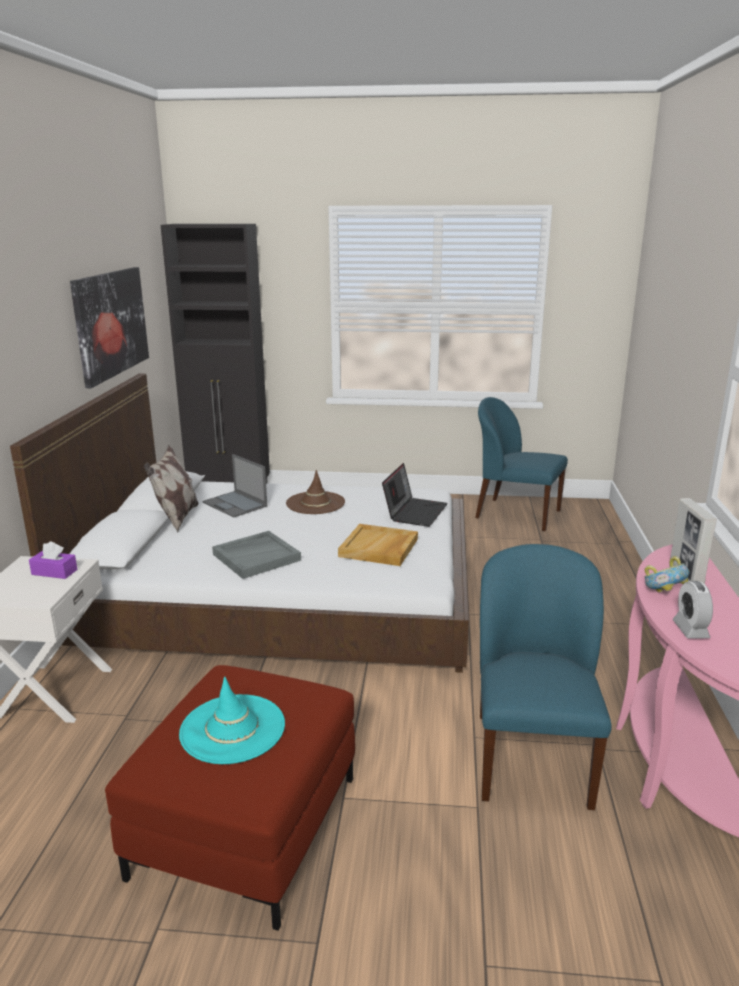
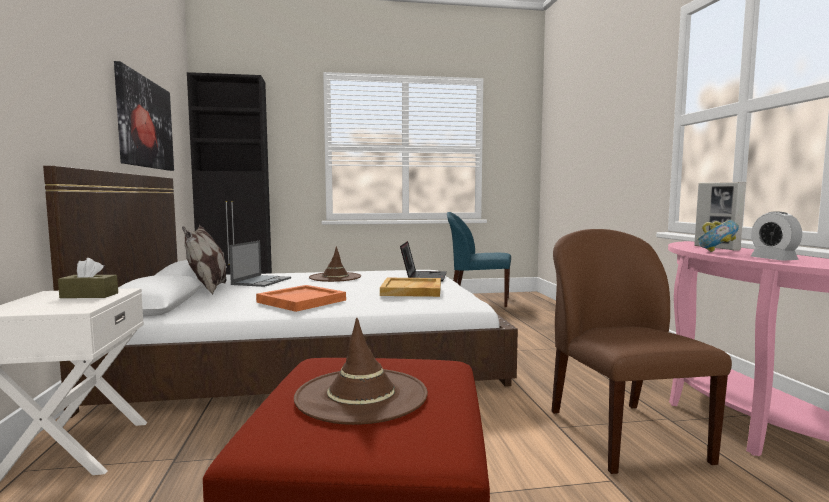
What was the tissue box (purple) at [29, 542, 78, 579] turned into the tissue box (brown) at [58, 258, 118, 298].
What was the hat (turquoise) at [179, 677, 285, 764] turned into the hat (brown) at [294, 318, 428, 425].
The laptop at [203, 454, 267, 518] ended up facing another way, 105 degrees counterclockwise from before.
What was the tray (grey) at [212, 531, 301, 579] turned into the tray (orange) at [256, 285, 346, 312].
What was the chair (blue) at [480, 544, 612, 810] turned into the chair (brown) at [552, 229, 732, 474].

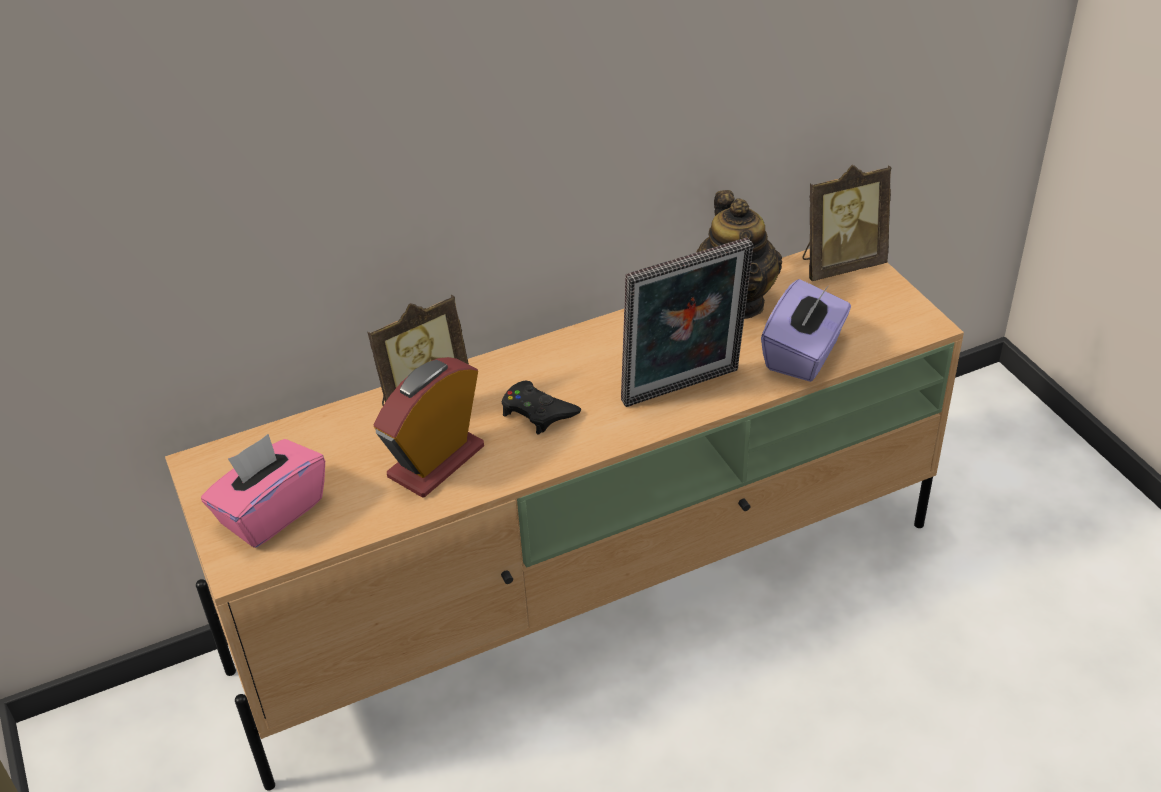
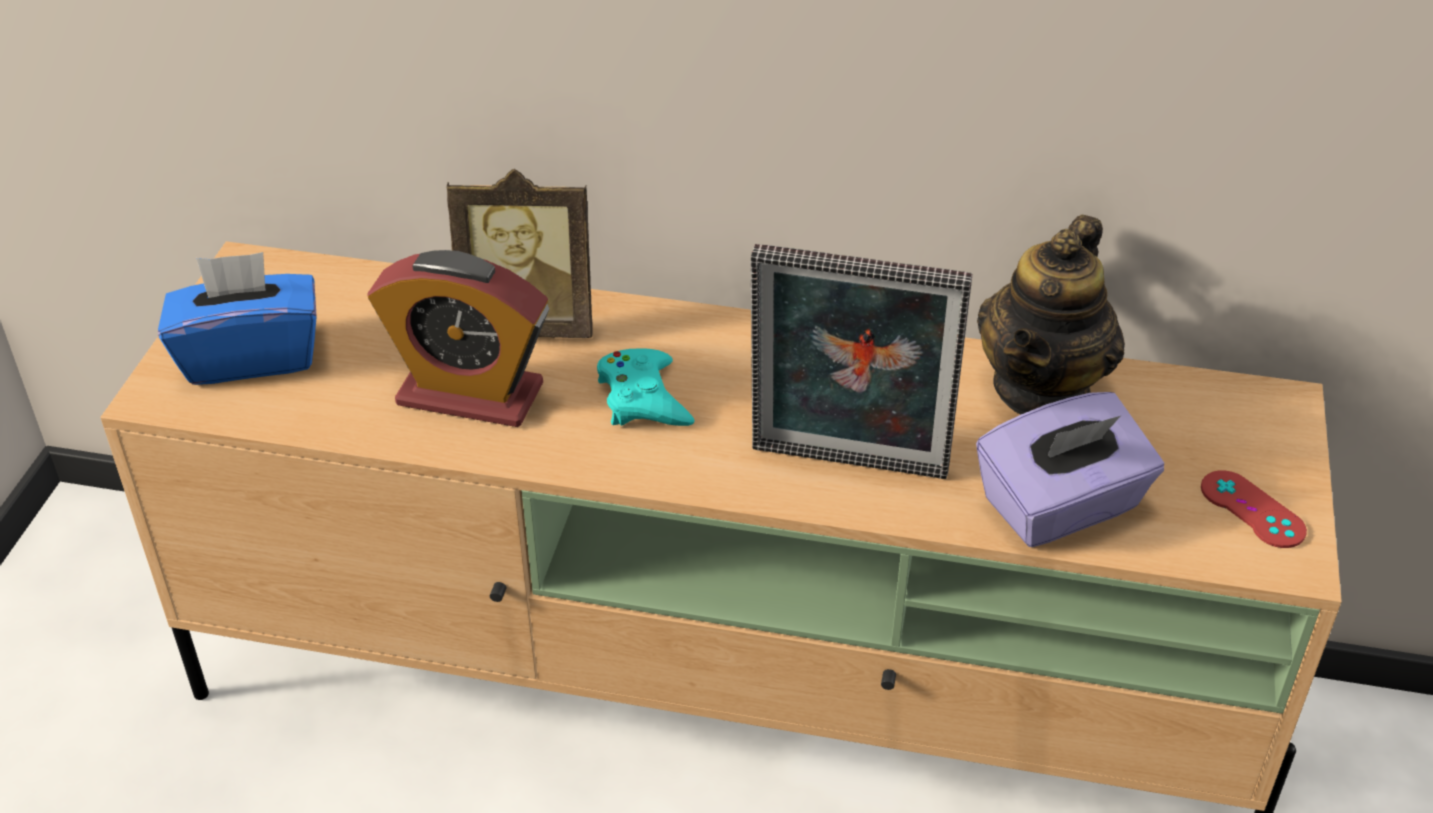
What was the tissue box (pink) at [201, 434, 325, 548] turned into the tissue box (blue) at [158, 252, 317, 385].
The alarm clock at [374, 357, 484, 497] ended up facing another way, 150 degrees counterclockwise from before.
What was the game controller (black) at [502, 381, 581, 435] turned into the game controller (turquoise) at [597, 348, 695, 426].
The second view lost the picture frame at [802, 165, 891, 281].
The second view gained the game controller (red) at [1201, 470, 1307, 548].

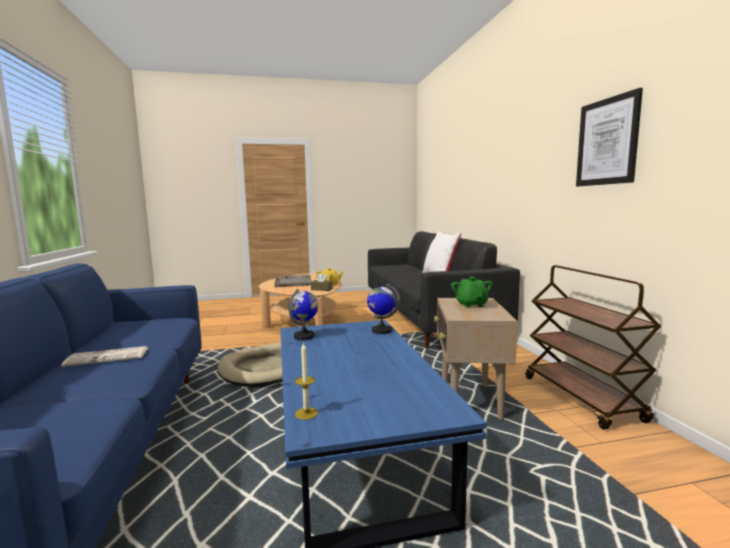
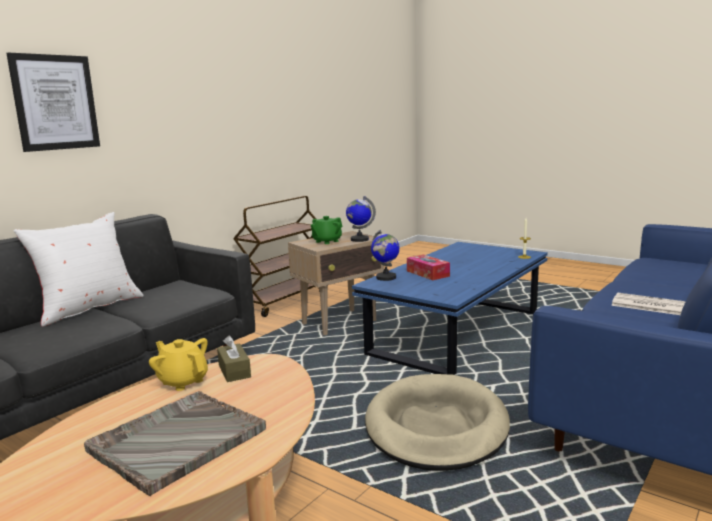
The globe ended up elsewhere, having gone from [288, 289, 318, 340] to [346, 196, 376, 242].
The picture ended up elsewhere, having gone from [576, 88, 643, 186] to [6, 53, 100, 152].
The second view gained the tissue box at [407, 255, 450, 280].

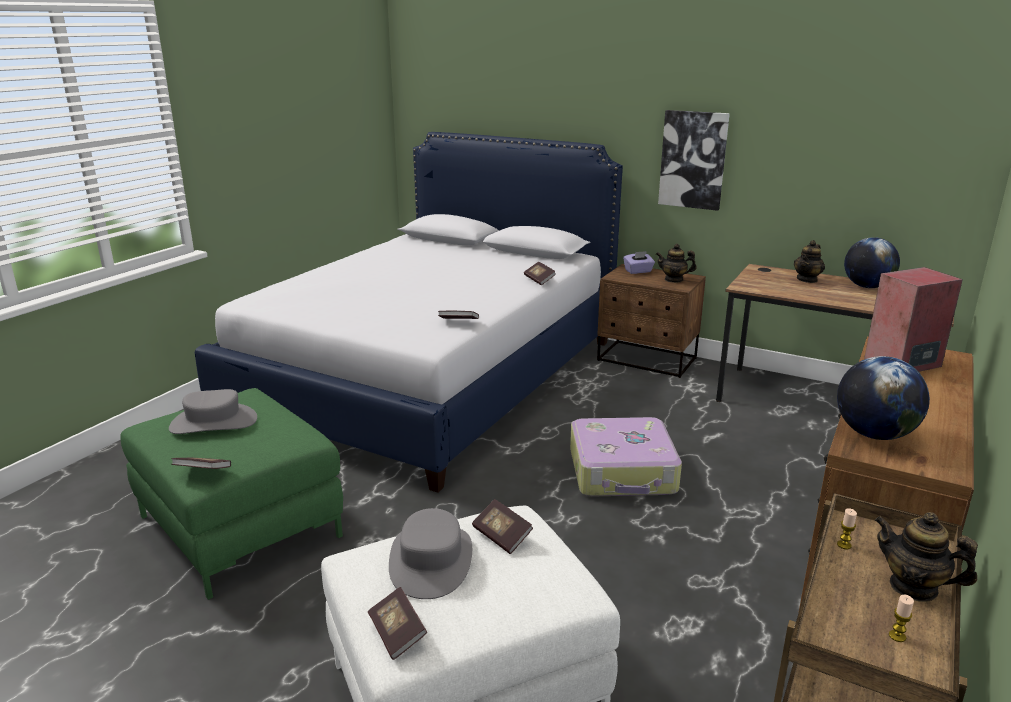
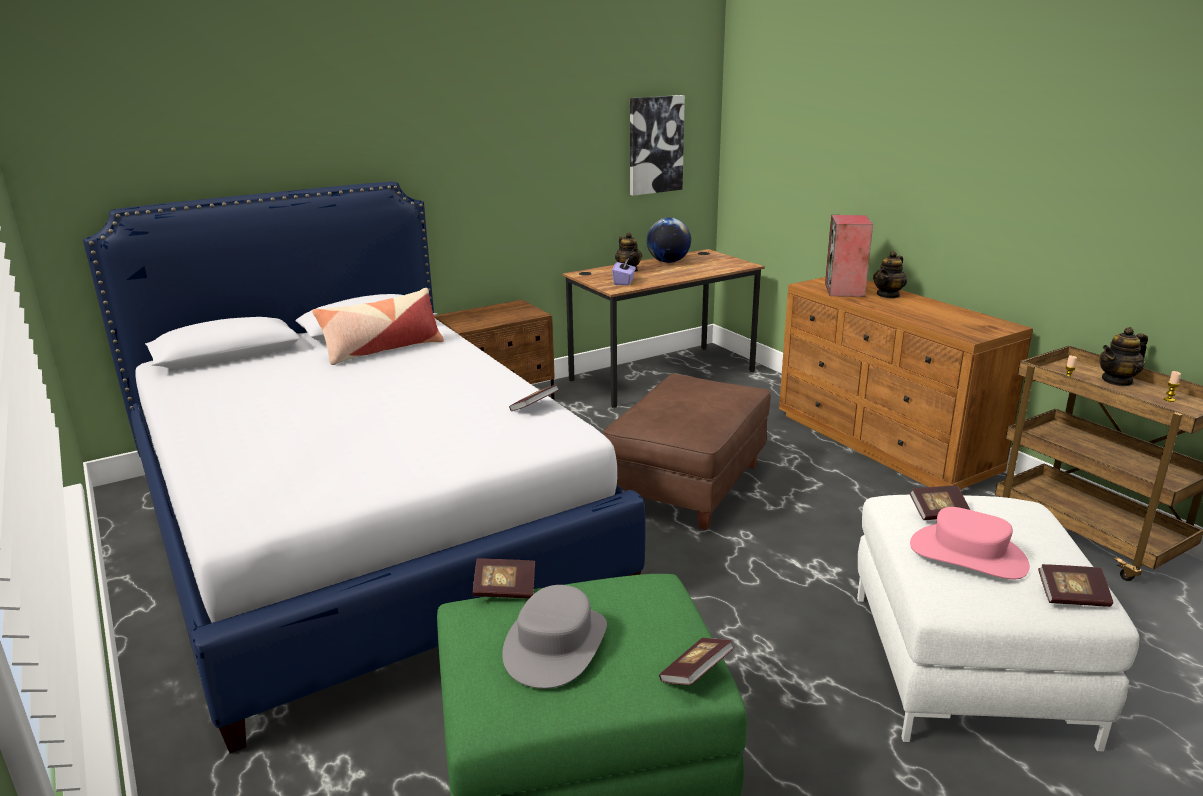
What was the hat (grey) at [389, 508, 472, 599] turned into the hat (pink) at [910, 507, 1030, 580].
The book ended up elsewhere, having gone from [524, 262, 556, 285] to [472, 558, 535, 599].
Where the suitcase stood at [570, 417, 682, 496], the ottoman (brown) came to stand at [604, 374, 771, 530].
The tissue box (purple) ended up elsewhere, having gone from [623, 251, 655, 274] to [612, 258, 636, 285].
The teapot ended up elsewhere, having gone from [656, 244, 697, 283] to [873, 251, 907, 299].
The picture ended up elsewhere, having gone from [658, 110, 730, 211] to [630, 95, 685, 196].
The second view lost the globe at [837, 356, 930, 440].
The second view gained the pillow at [312, 288, 444, 365].

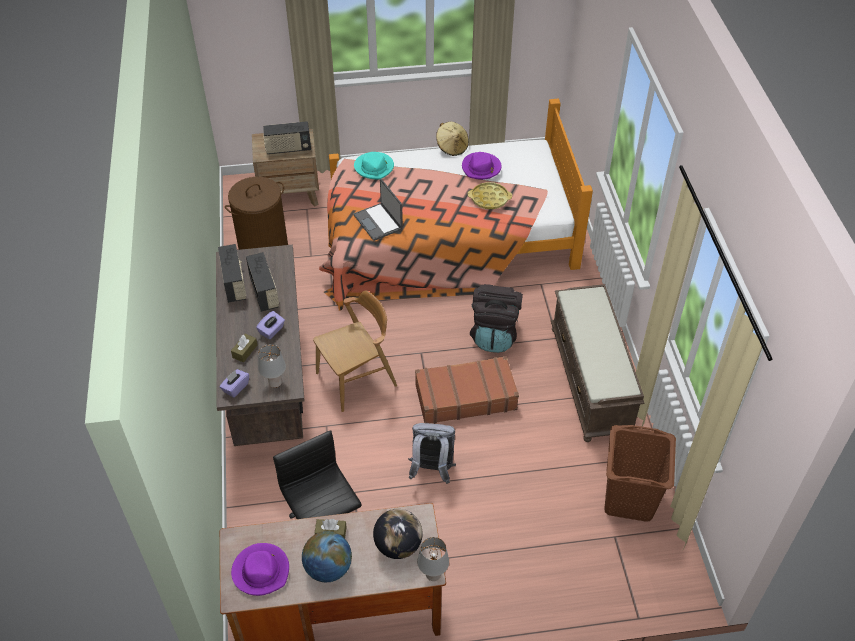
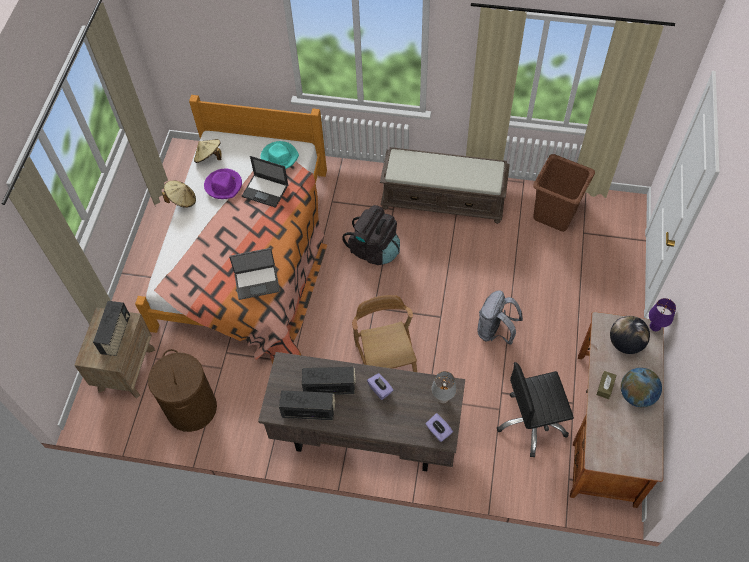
The second view lost the tissue box (brown) at [231, 334, 257, 362].
The second view lost the hat (purple) at [231, 543, 289, 596].
The hat (turquoise) ended up elsewhere, having gone from [354, 152, 394, 180] to [261, 141, 299, 169].
The second view lost the suitcase (brown) at [415, 356, 519, 424].
What was the table lamp (grey) at [417, 537, 449, 581] turned into the table lamp (purple) at [649, 298, 676, 331].
Where the tray (yellow) stood at [468, 182, 512, 209], the laptop came to stand at [242, 156, 288, 208].
The second view gained the hat (beige) at [194, 139, 222, 163].

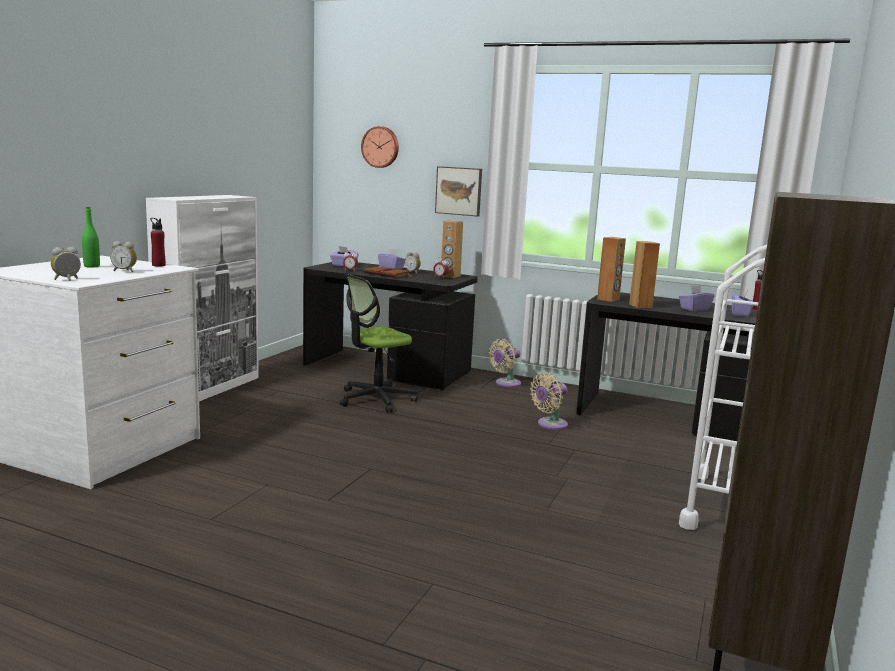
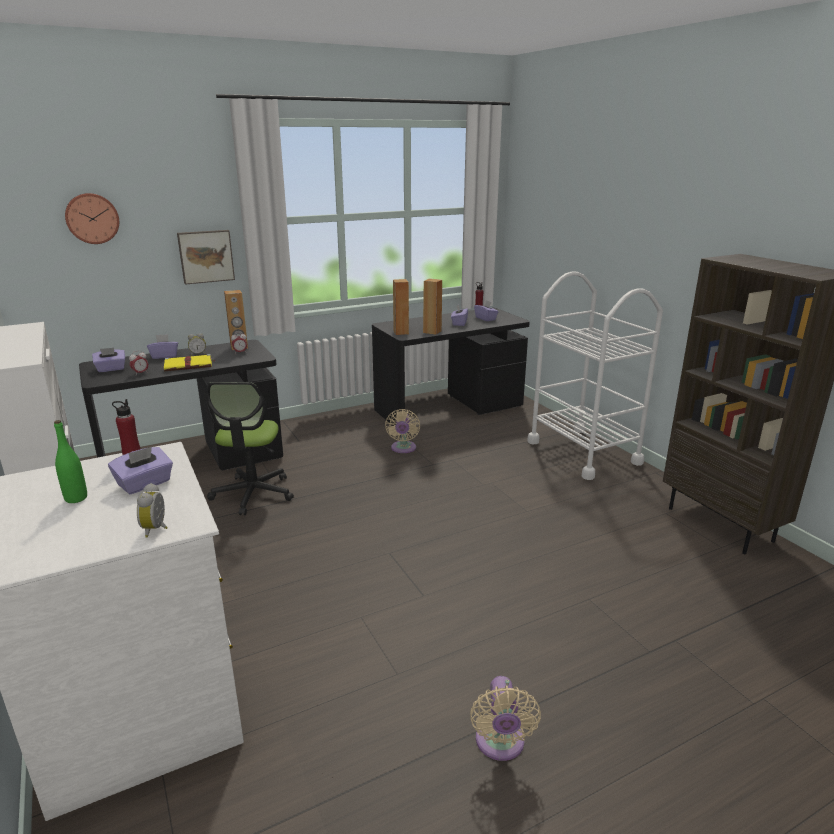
Where the alarm clock stood at [110, 241, 137, 272], the tissue box (purple) came to stand at [108, 447, 173, 495].
What was the book (brown) at [363, 266, 411, 278] turned into the book (yellow) at [164, 354, 215, 371].
The fan (beige) ended up elsewhere, having gone from [489, 339, 521, 387] to [470, 676, 541, 761].

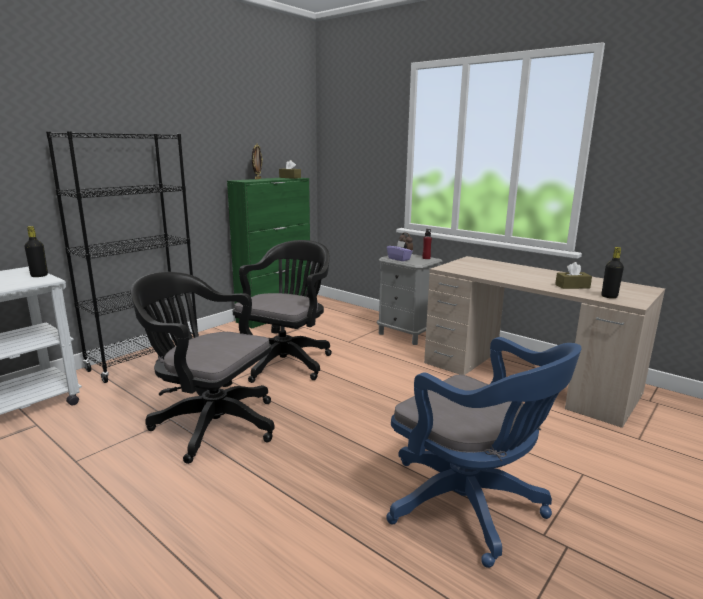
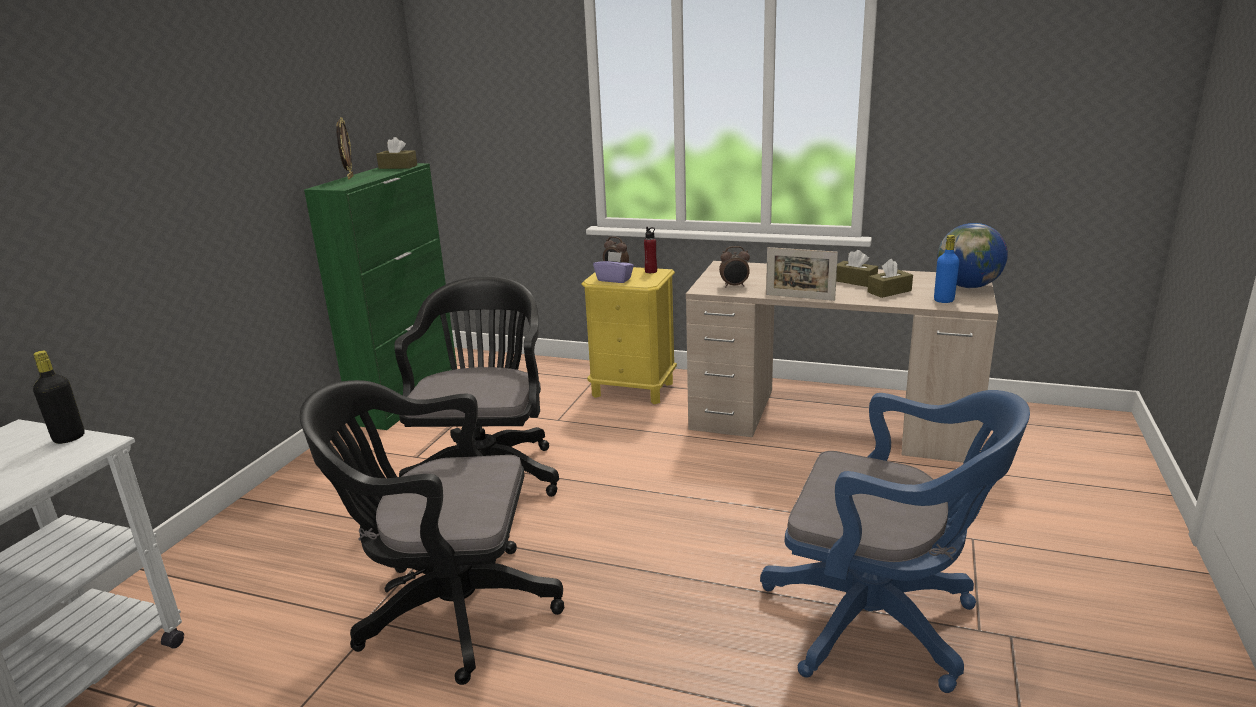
The second view lost the bookcase (black) at [46, 131, 198, 383].
What was the nightstand (grey) at [377, 254, 443, 345] turned into the nightstand (yellow) at [581, 267, 677, 404].
What was the bottle (black) at [602, 247, 624, 298] turned into the bottle (blue) at [934, 235, 960, 303].
The second view gained the alarm clock at [719, 246, 750, 287].
The second view gained the picture frame at [766, 247, 838, 301].
The second view gained the tissue box (brown) at [836, 250, 878, 287].
The second view gained the globe at [937, 223, 1008, 288].

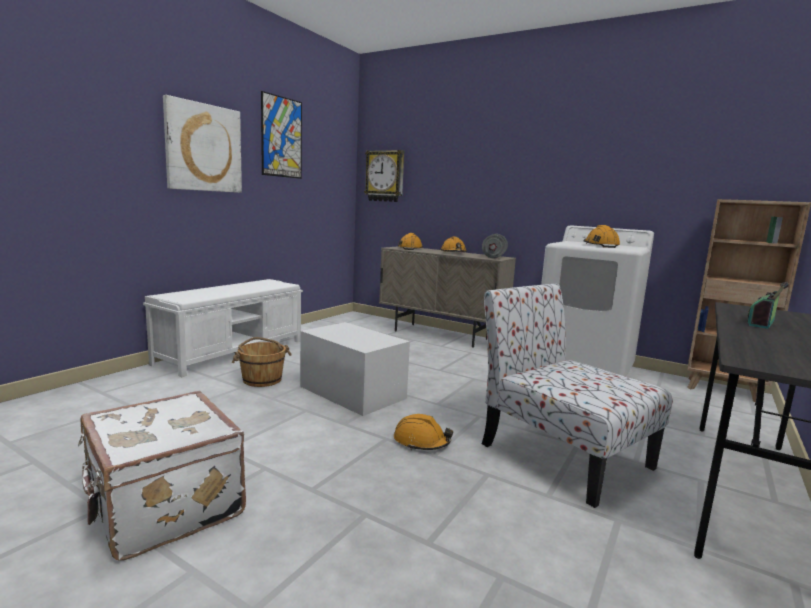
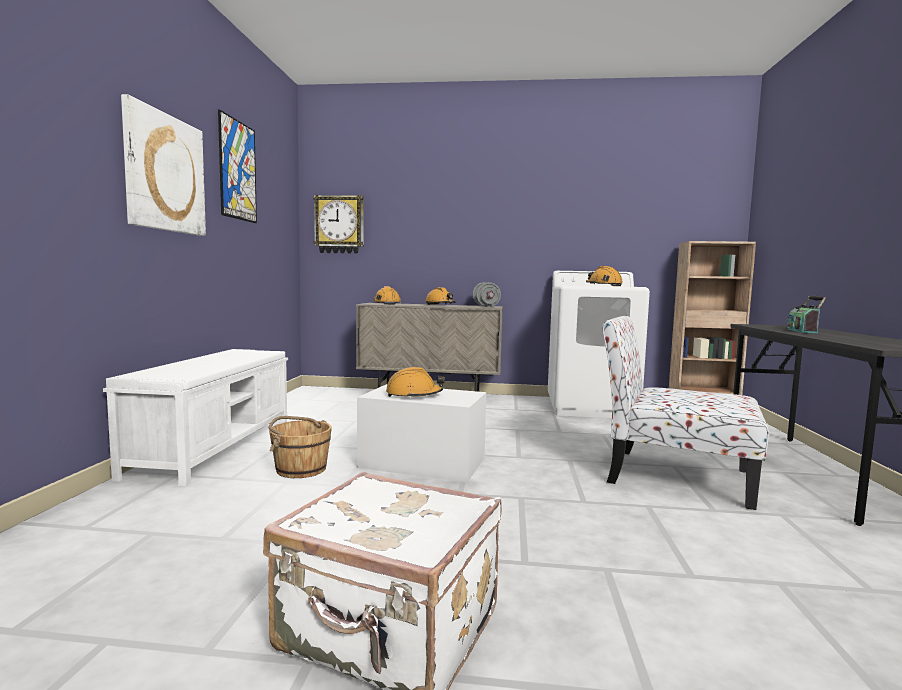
The hard hat (orange) ended up elsewhere, having gone from [394, 414, 453, 450] to [386, 367, 445, 398].

